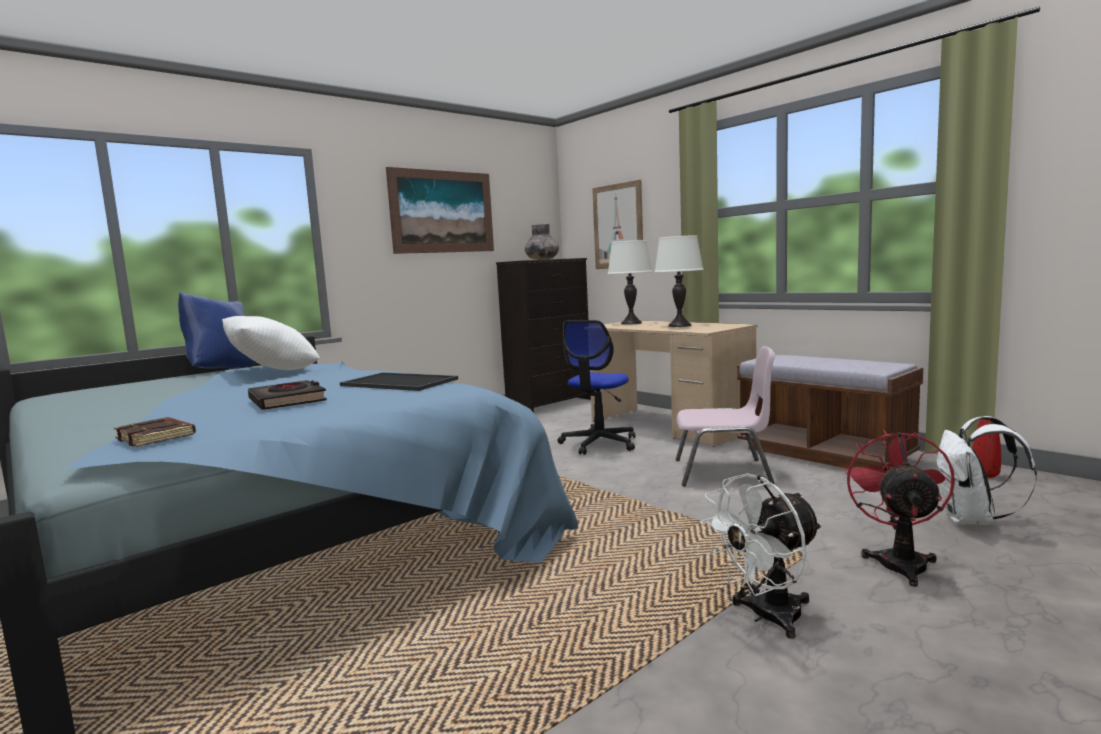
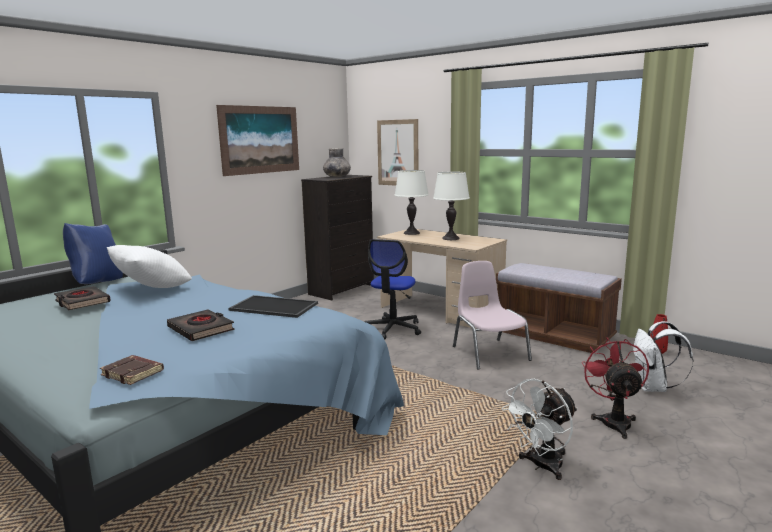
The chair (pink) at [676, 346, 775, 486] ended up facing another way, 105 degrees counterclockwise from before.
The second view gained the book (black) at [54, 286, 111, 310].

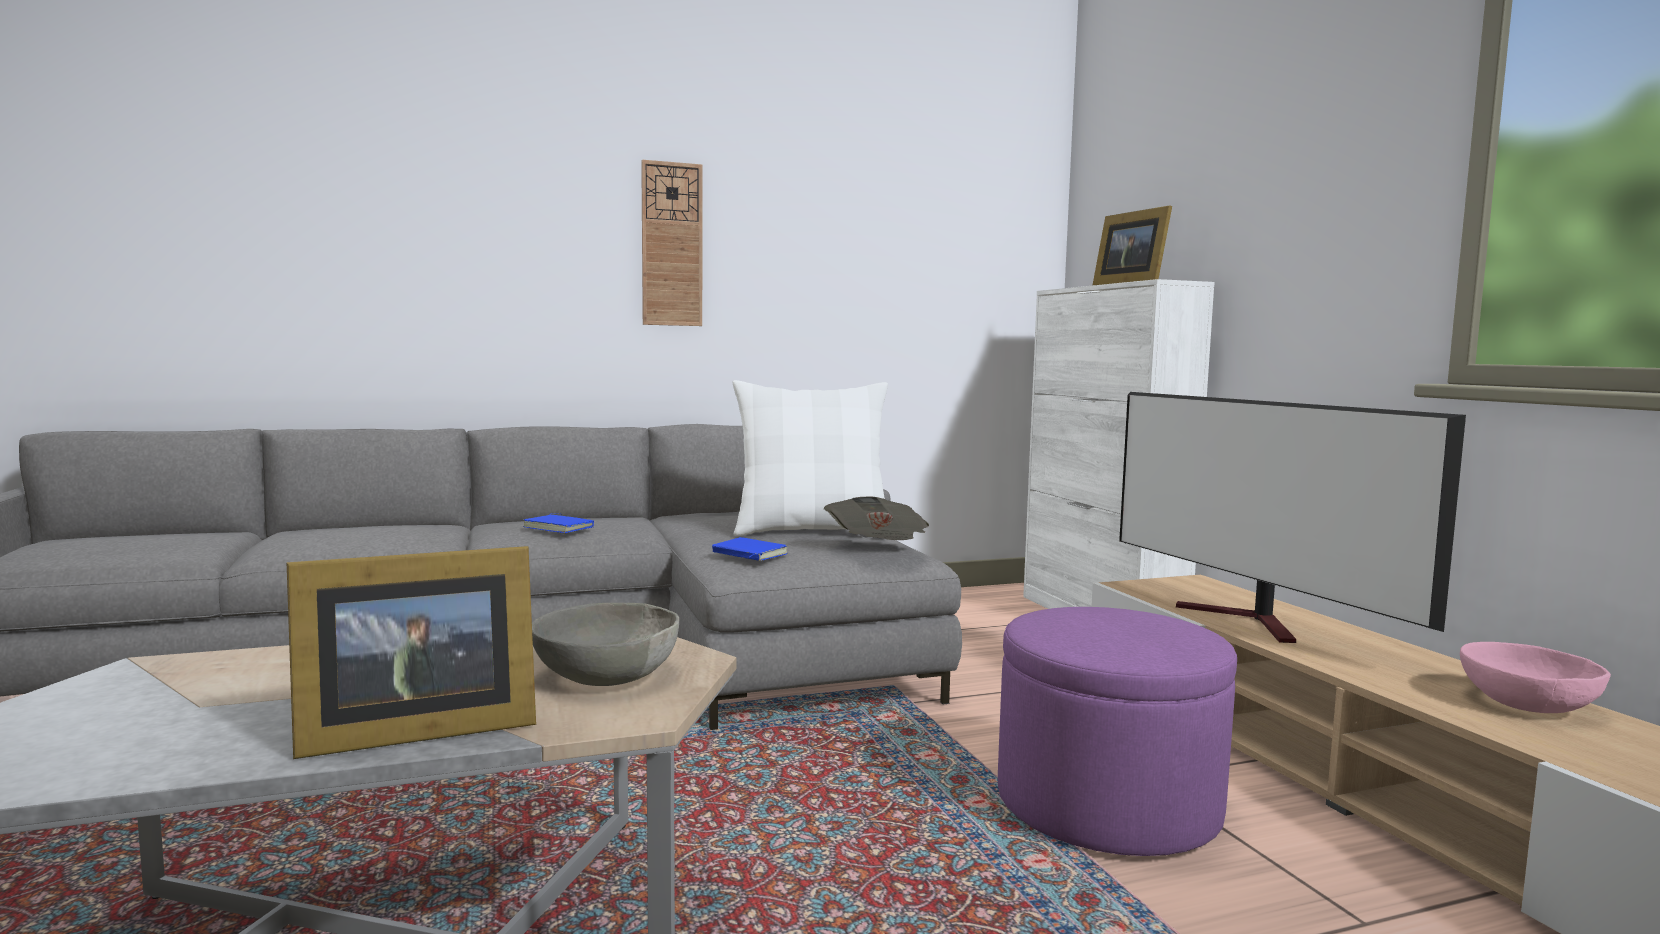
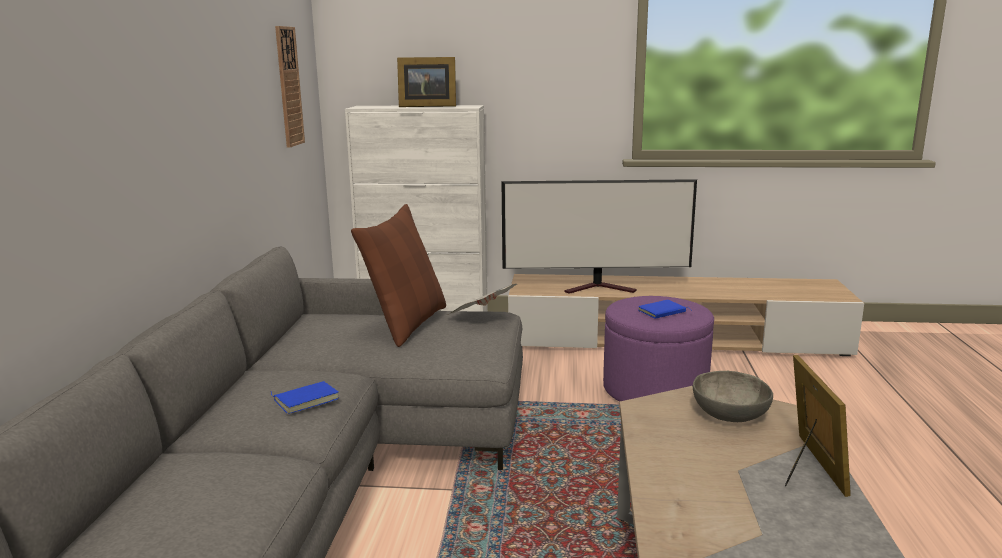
The wall clock ended up elsewhere, having gone from [641, 160, 702, 326] to [275, 26, 305, 148].
The book (blue) ended up elsewhere, having gone from [712, 537, 788, 561] to [638, 300, 692, 319].
What was the pillow (white) at [733, 380, 888, 536] turned into the pillow (brown) at [351, 204, 446, 347].
The second view lost the bowl (pink) at [1460, 642, 1611, 713].

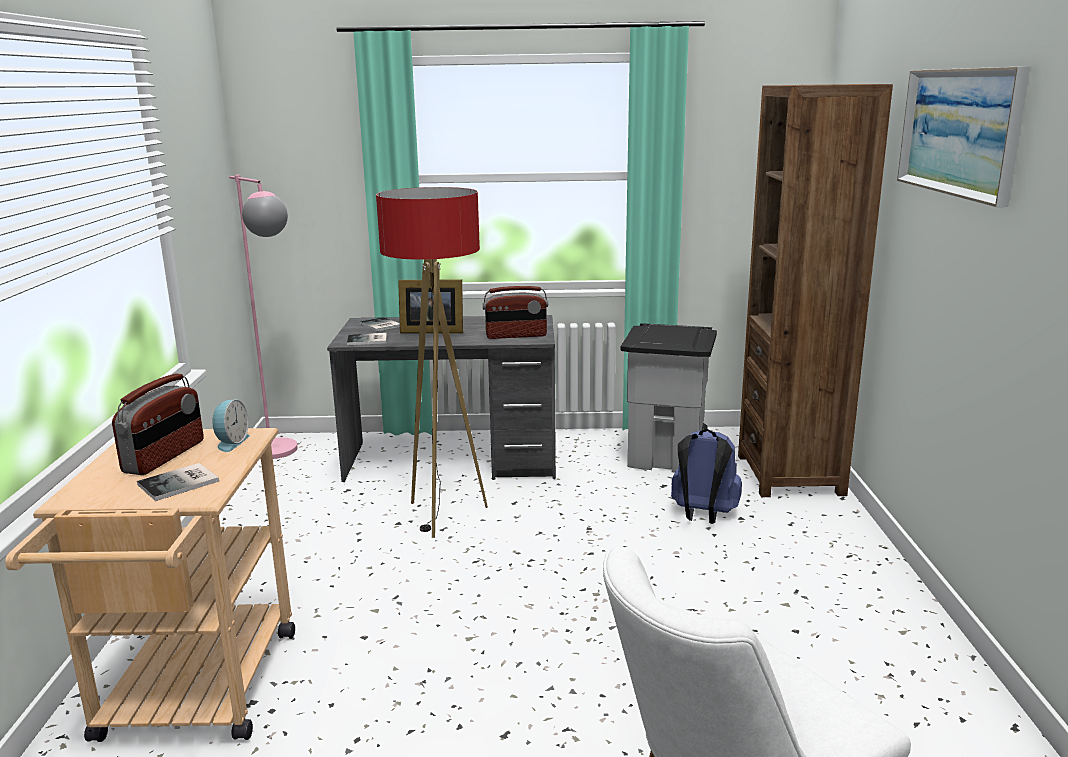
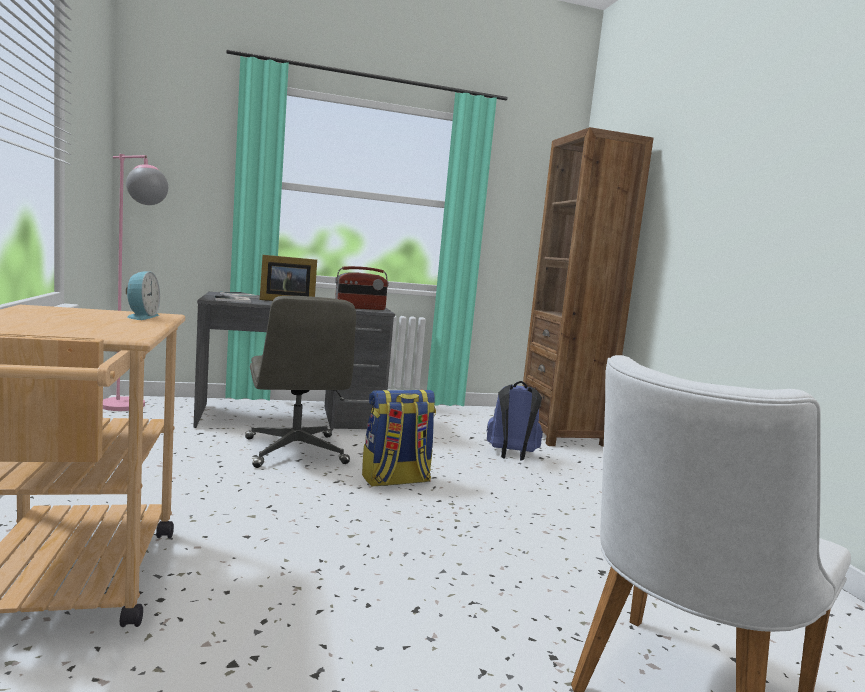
The second view lost the radio at [112, 373, 204, 475].
The second view lost the book at [137, 463, 219, 501].
Where the floor lamp stood at [376, 187, 488, 538], the office chair (grey) came to stand at [245, 296, 356, 468].
The second view lost the trash can (grey) at [620, 323, 717, 472].
The second view lost the picture at [897, 66, 1030, 207].
The second view gained the backpack at [362, 390, 436, 486].

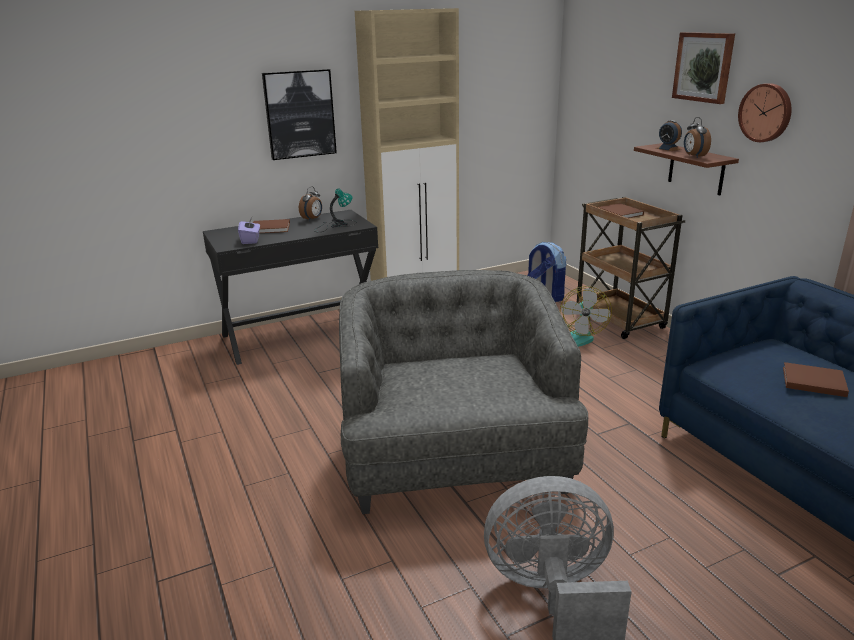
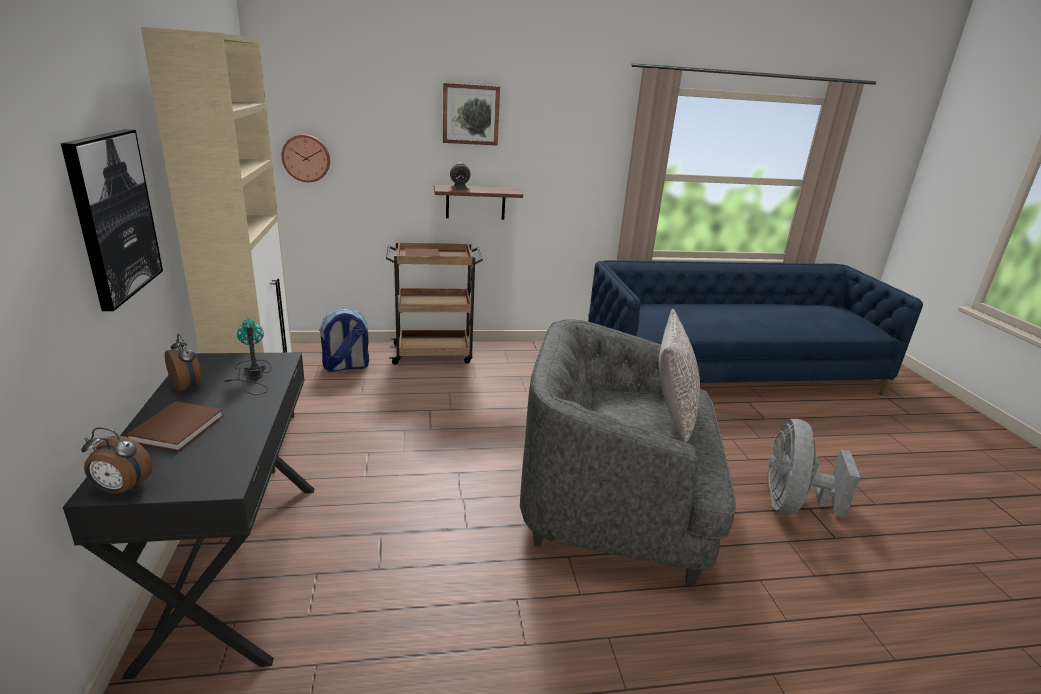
The second view lost the tissue box (purple) at [238, 217, 260, 244].
The second view lost the fan at [560, 286, 612, 347].
The alarm clock ended up elsewhere, having gone from [684, 117, 711, 158] to [81, 428, 153, 494].
The wall clock ended up elsewhere, having gone from [738, 83, 792, 142] to [282, 134, 330, 182].
The second view lost the book (brown) at [783, 362, 849, 397].
The second view gained the pillow (grey) at [659, 309, 700, 442].

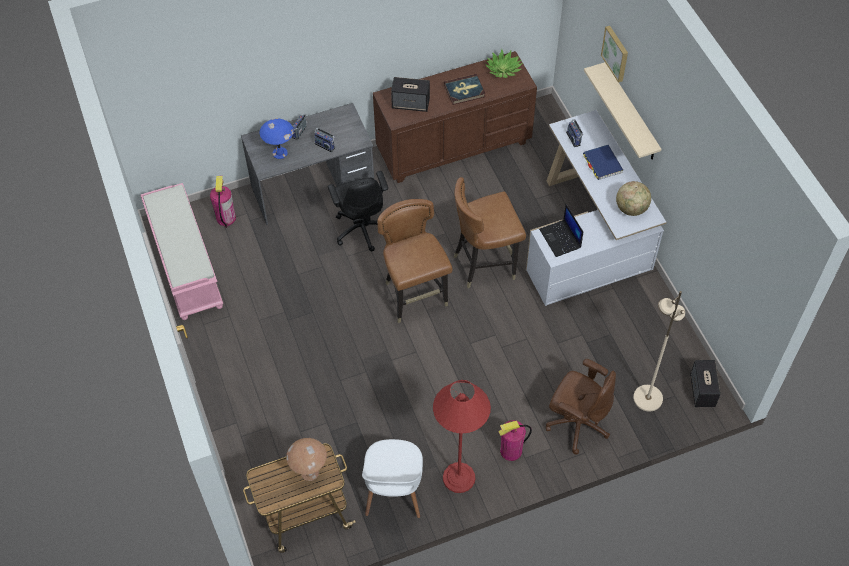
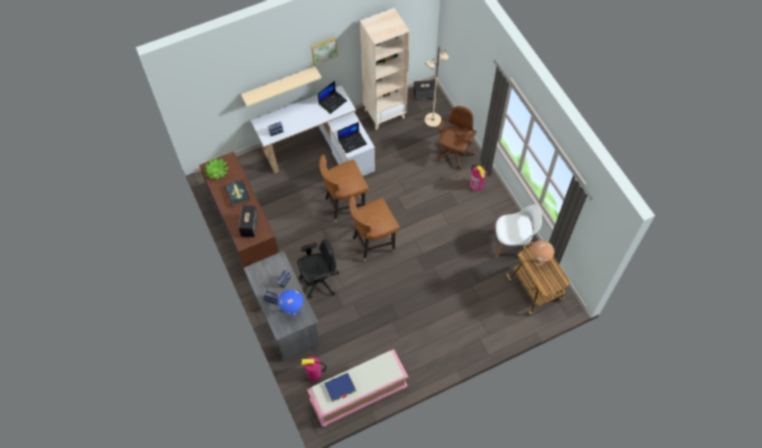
The second view lost the floor lamp (red) at [433, 380, 491, 493].
The chair (brown) at [454, 177, 526, 289] ended up facing another way, 90 degrees clockwise from before.
The book (blue) ended up elsewhere, having gone from [583, 145, 623, 180] to [324, 373, 356, 402].
The picture ended up elsewhere, having gone from [601, 26, 628, 82] to [311, 37, 338, 65].
Where the globe stood at [616, 181, 651, 216], the laptop came to stand at [318, 81, 347, 114].
The second view gained the bookcase (beige) at [360, 8, 410, 130].

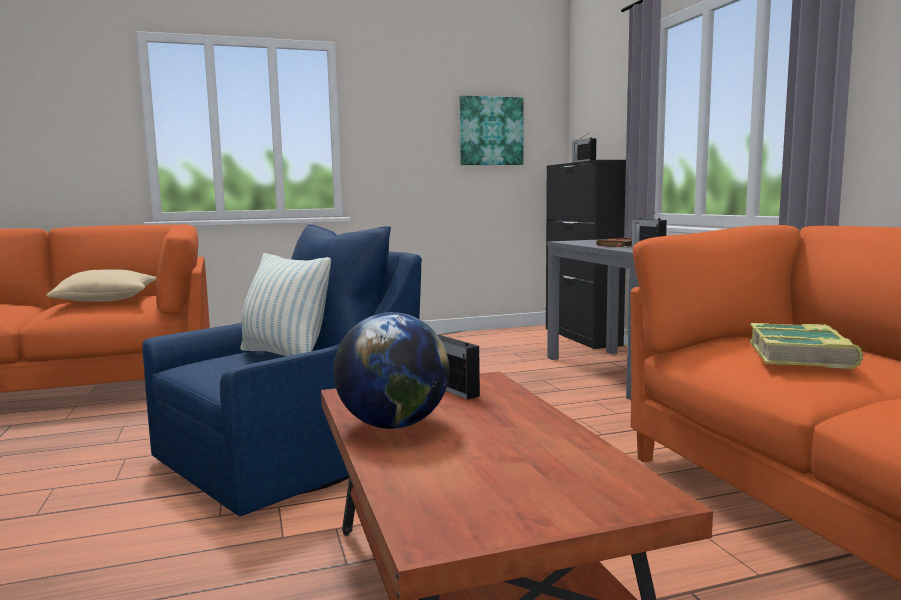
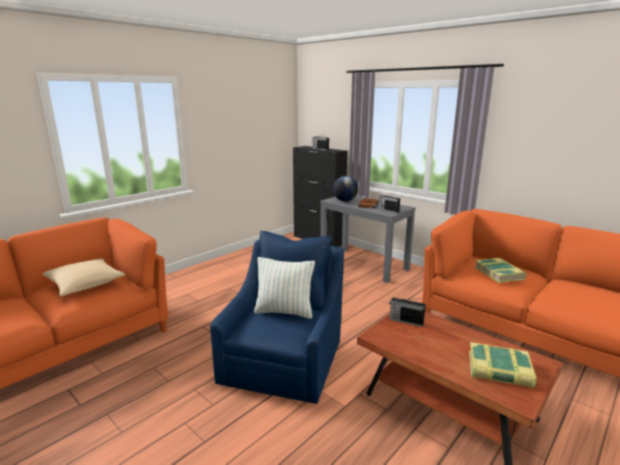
The globe ended up elsewhere, having gone from [333, 312, 449, 429] to [333, 176, 358, 202].
The second view lost the picture at [460, 95, 523, 165].
The second view gained the book at [469, 342, 536, 388].

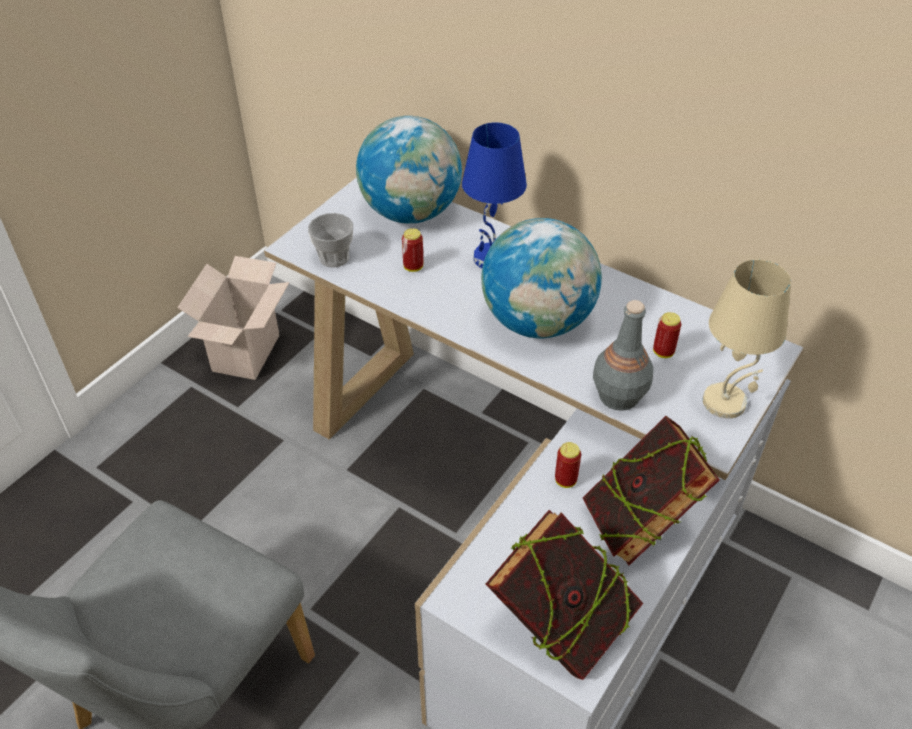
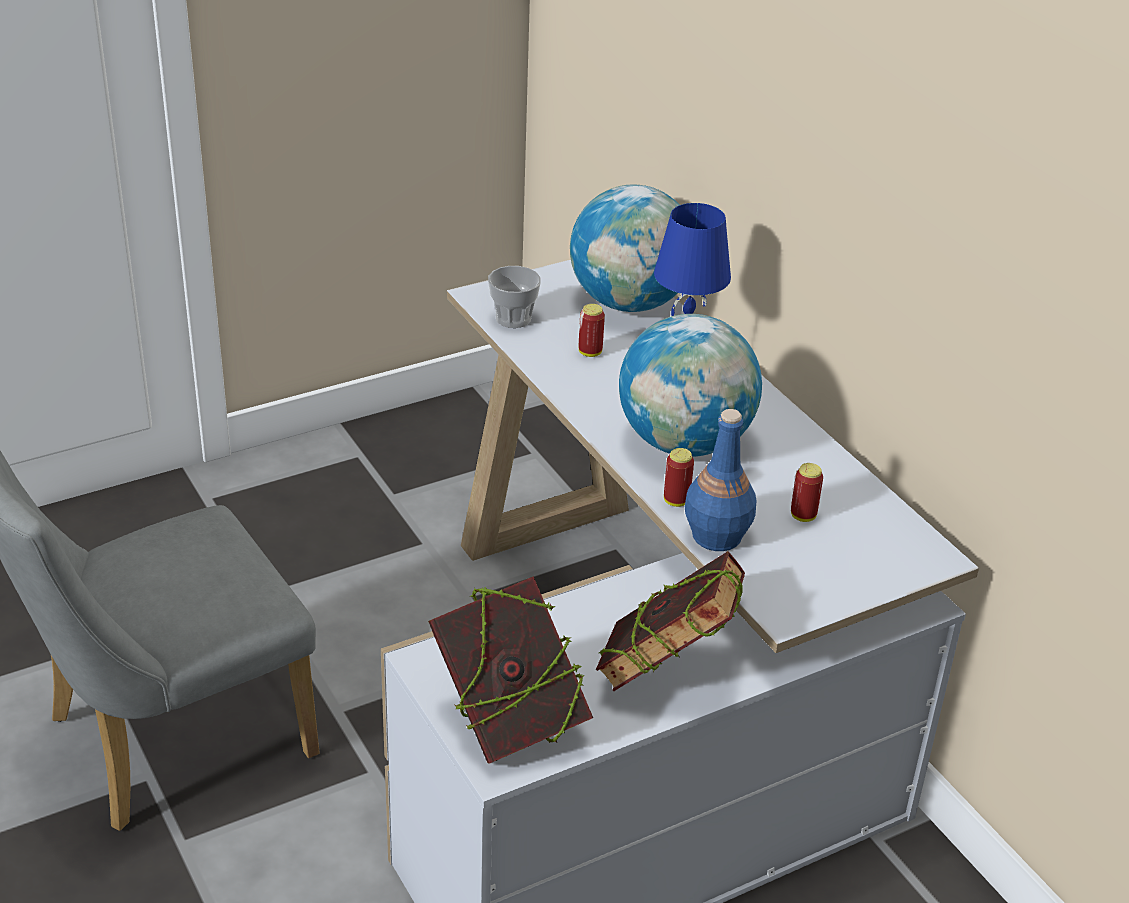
The second view lost the cardboard box at [177, 256, 290, 380].
The can ended up elsewhere, having gone from [555, 442, 581, 488] to [664, 448, 694, 507].
What was the bottle (grey) at [593, 300, 653, 411] turned into the bottle (blue) at [685, 409, 757, 551].
The second view lost the table lamp (beige) at [703, 259, 791, 419].

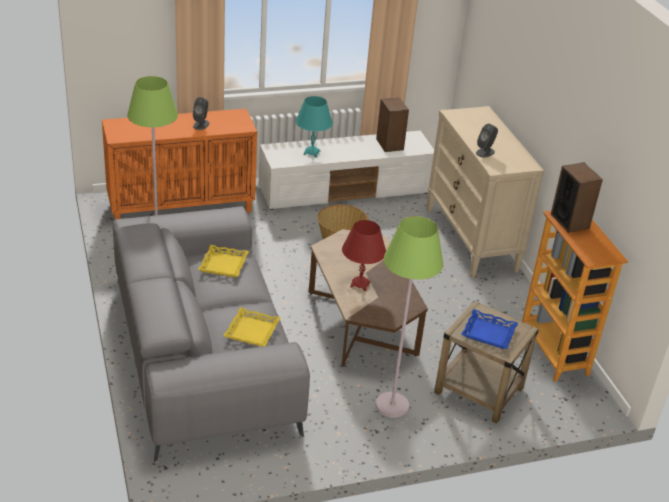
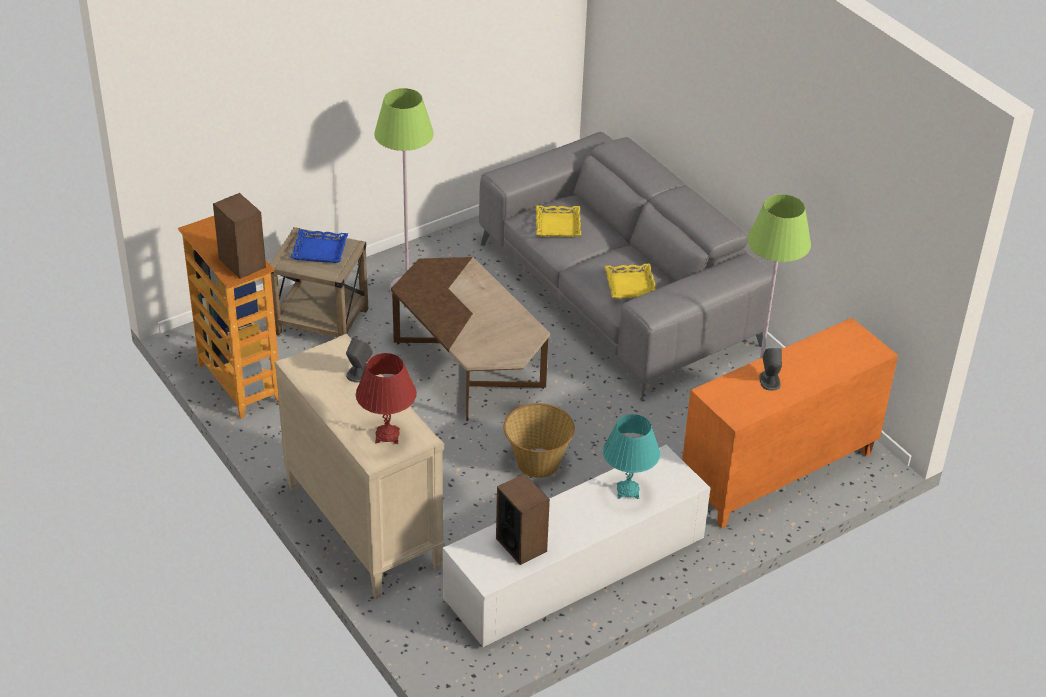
The table lamp (red) ended up elsewhere, having gone from [342, 220, 386, 291] to [356, 353, 417, 444].

